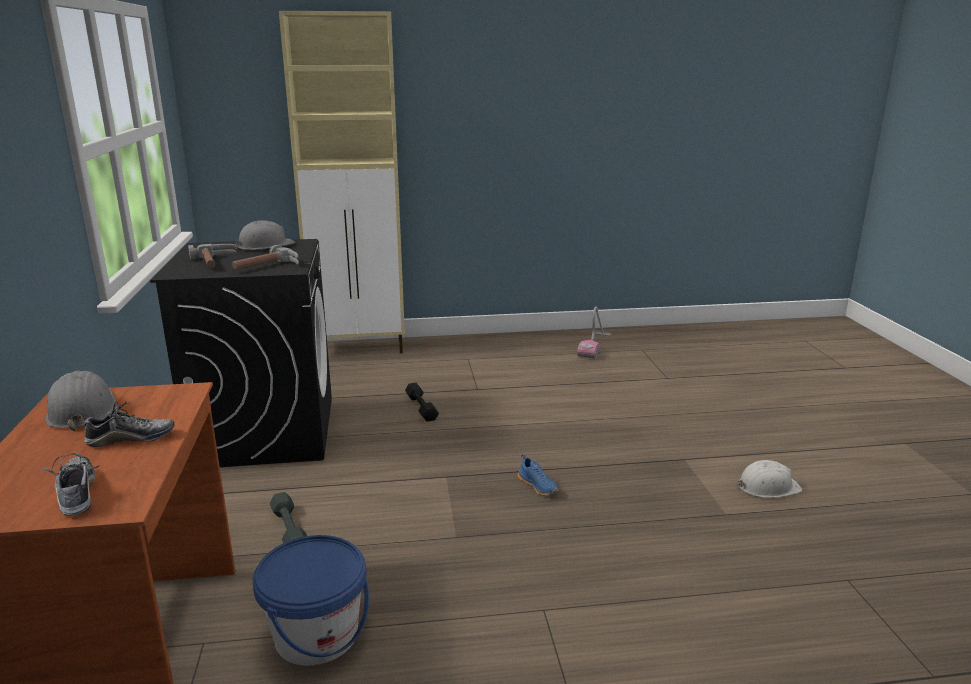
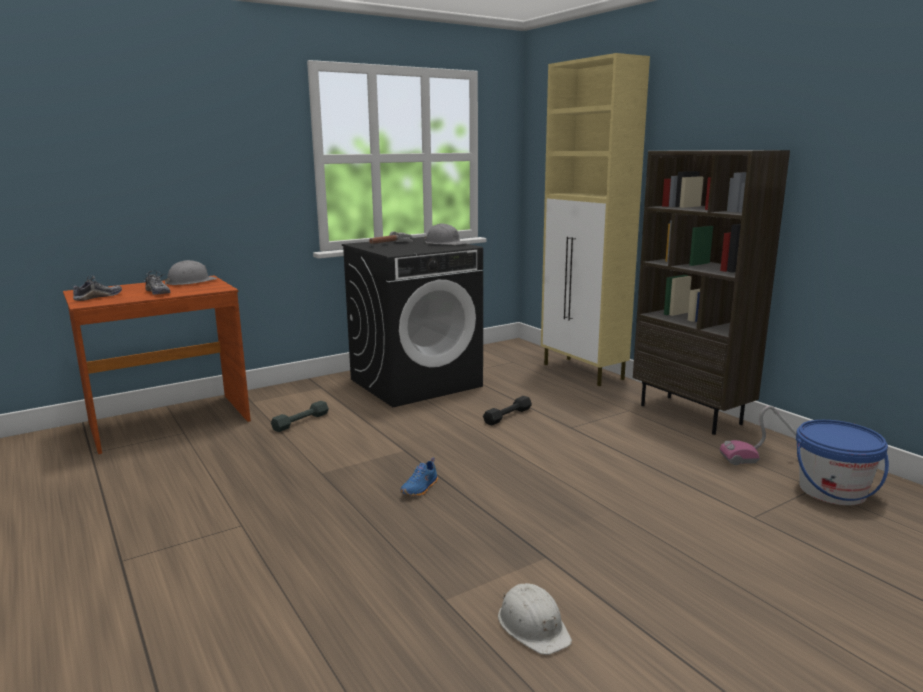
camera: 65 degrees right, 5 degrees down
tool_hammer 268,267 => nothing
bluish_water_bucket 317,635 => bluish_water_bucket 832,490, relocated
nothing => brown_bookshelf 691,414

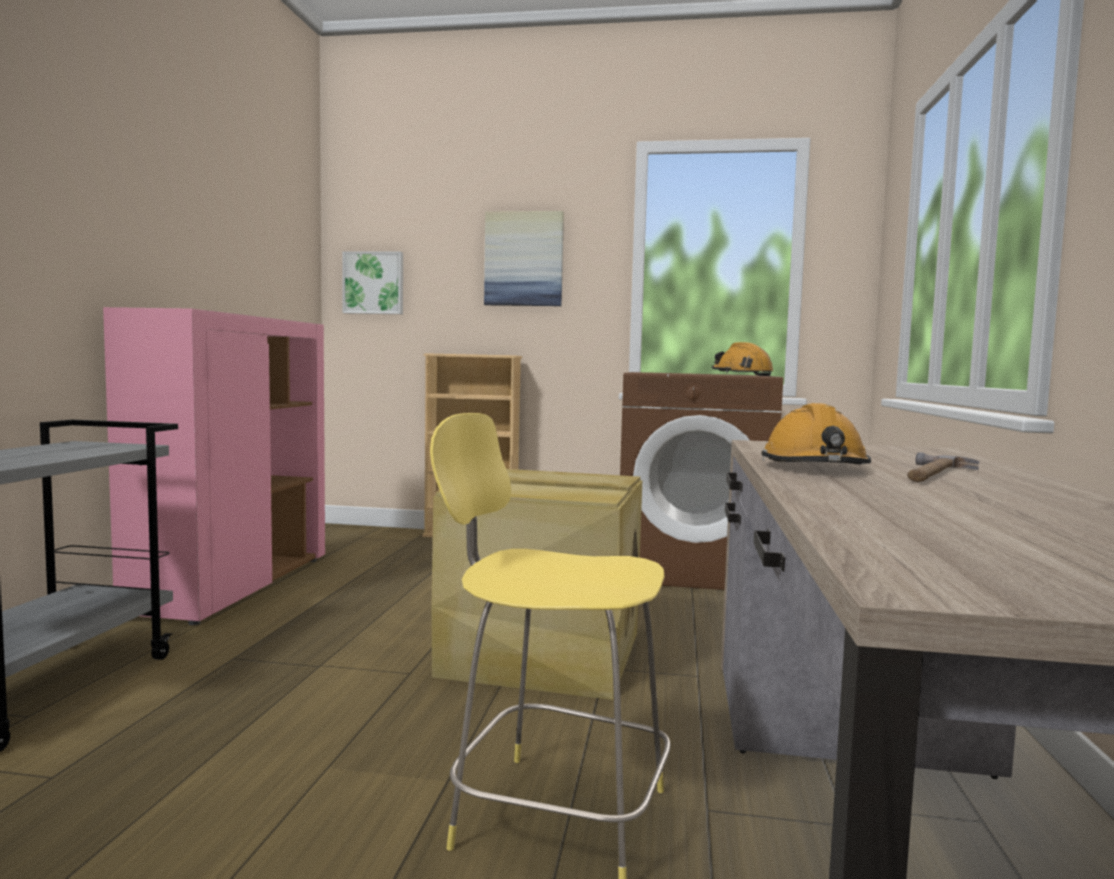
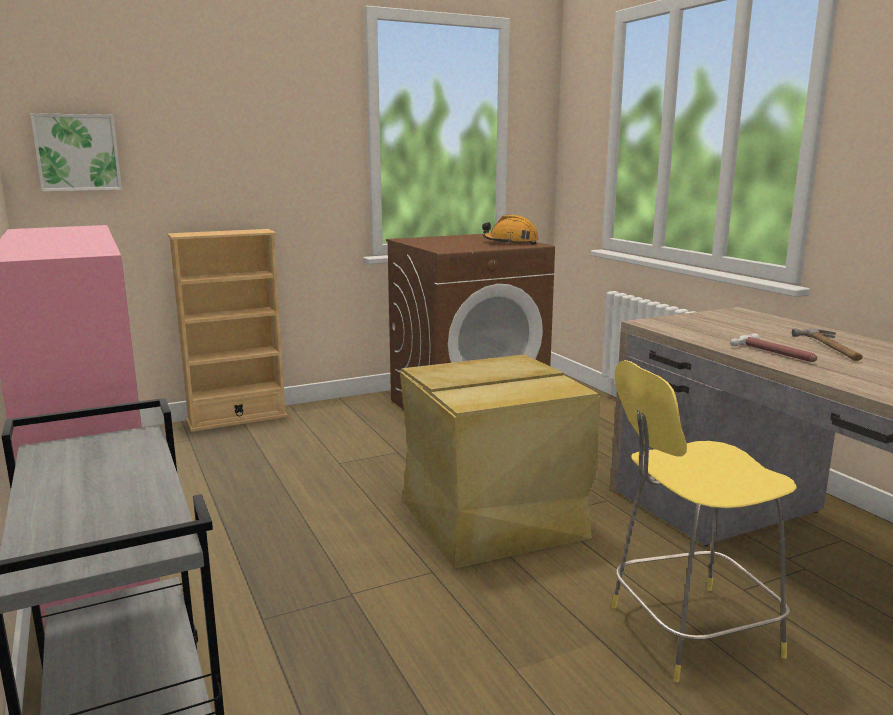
camera: 35 degrees left, 10 degrees up
wall_art 524,259 => nothing
orangey_work_helmet 815,467 => tool_hammer 775,354

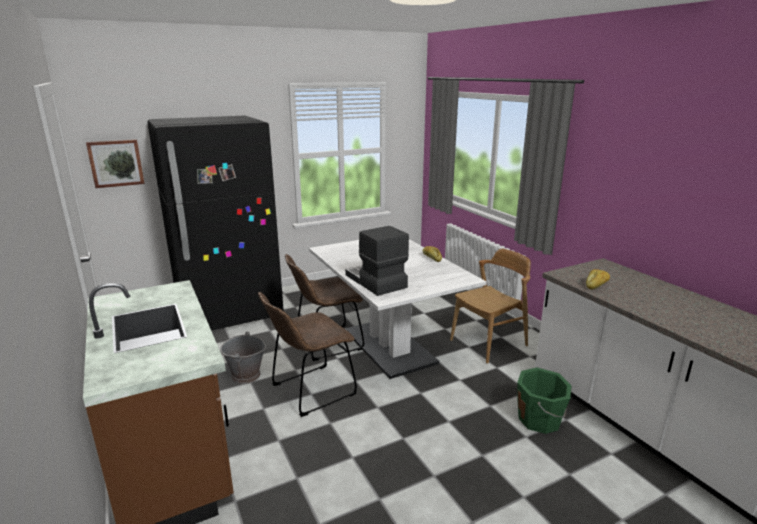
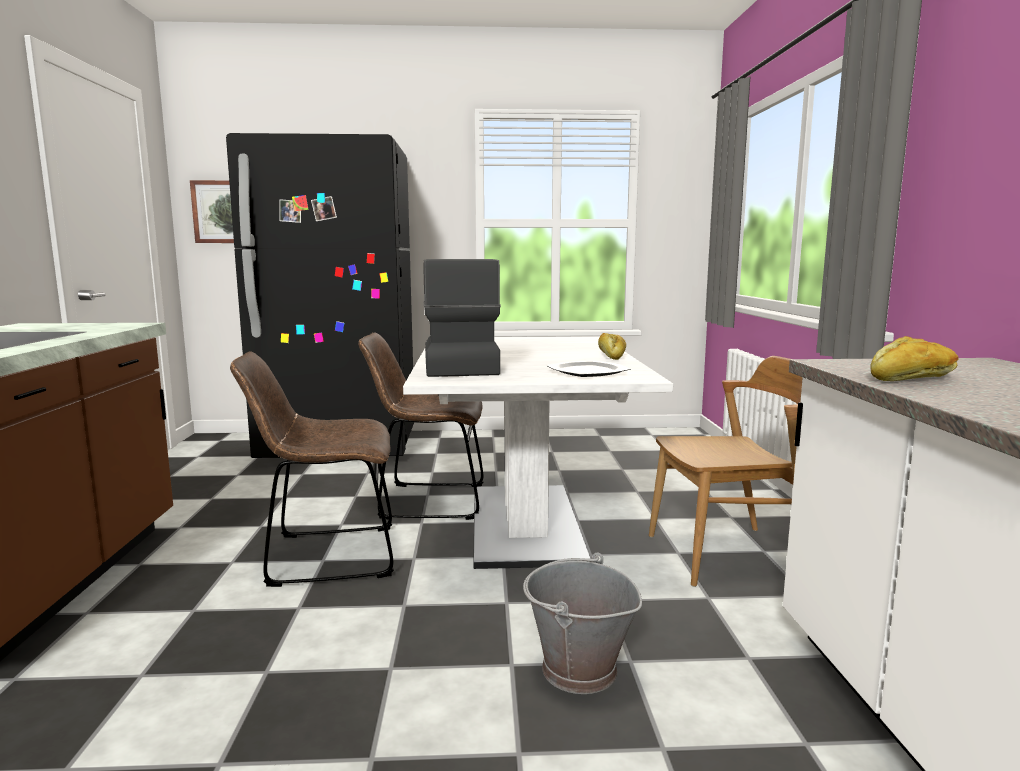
camera: 25 degrees right, 10 degrees down
greyish_water_bucket 245,376 => greyish_water_bucket 578,670, relocated
greenish_water_bucket 540,420 => nothing
nothing => dinner_plate 587,371

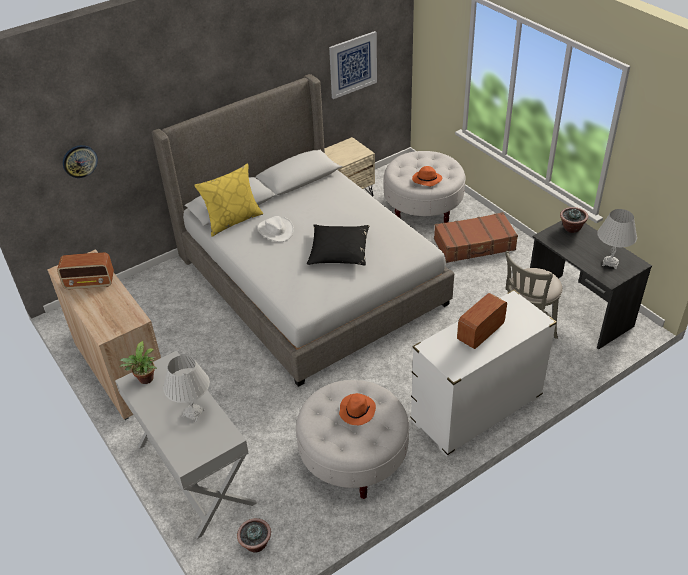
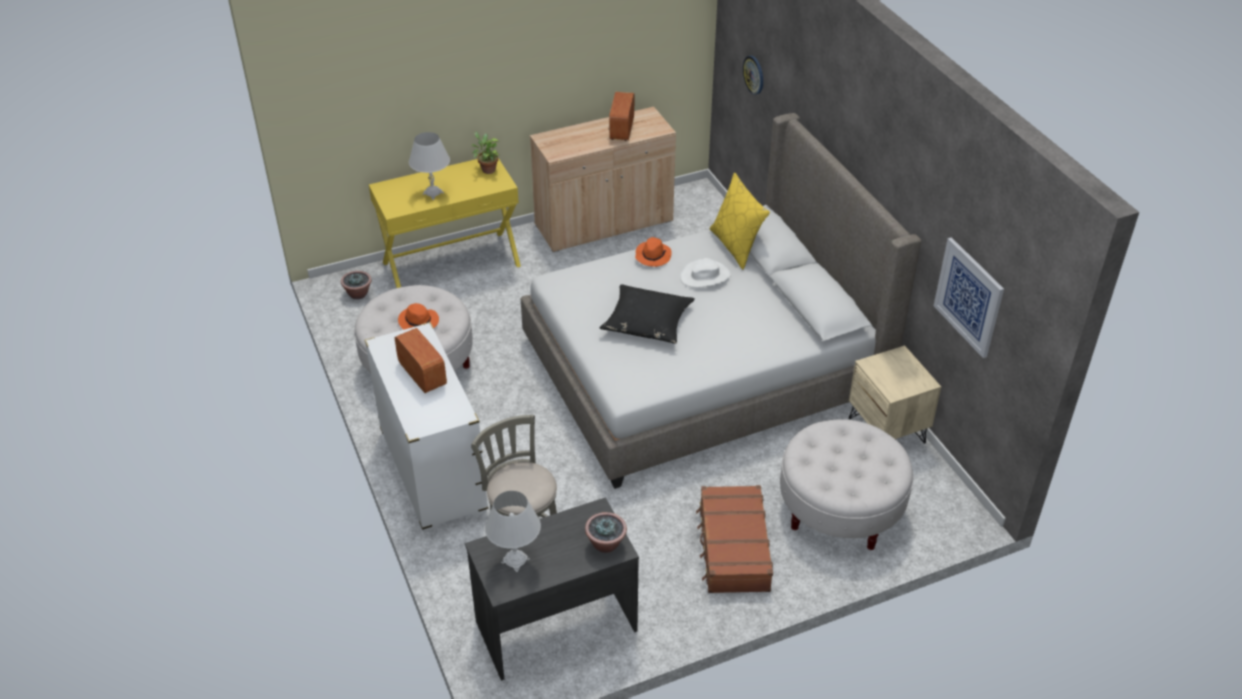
camera: 100 degrees right, 0 degrees up
orangey_clothing_hat 426,180 => orangey_clothing_hat 652,256, relocated
white_hall_table 194,474 => yellow_hall_table 451,264

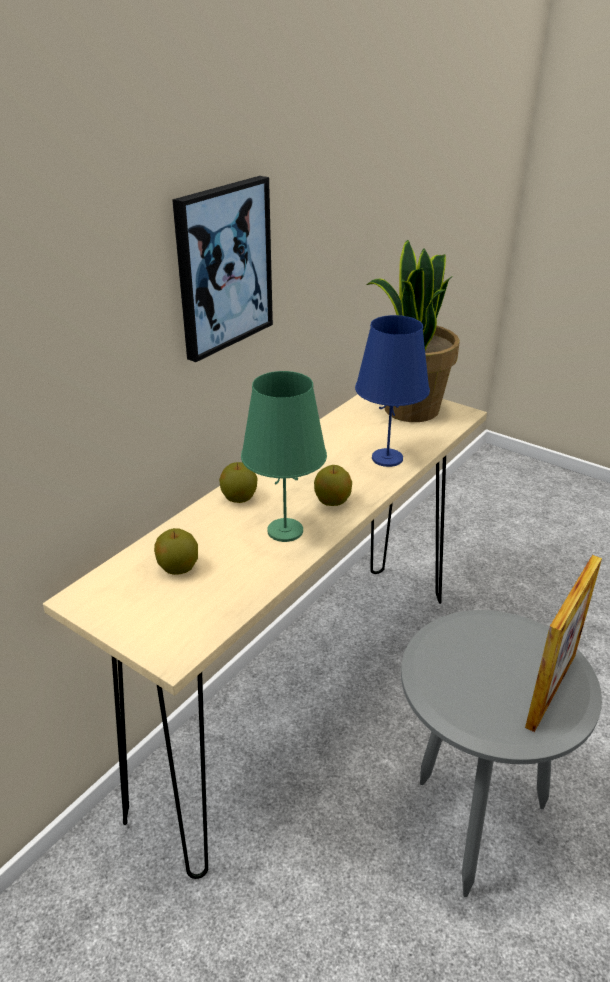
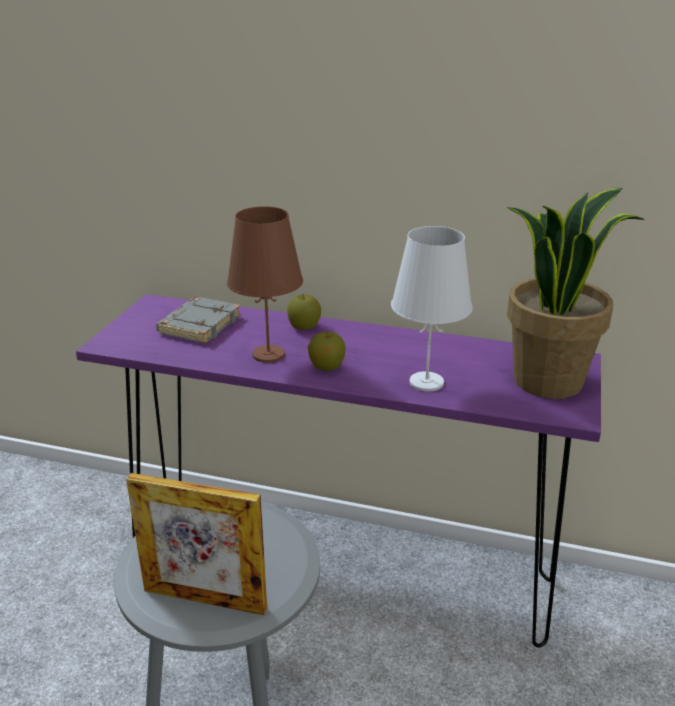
camera: 70 degrees right, 5 degrees down
wall_art 223,267 => nothing
bluish_tabletop_lamp 387,458 => white_tabletop_lamp 427,382
greenish_tabletop_lamp 285,530 => brown_tabletop_lamp 269,354
sand-coloured_hall_table 304,694 => purple_hall_table 337,567
whole_apple 178,568 => greyish_book 199,325

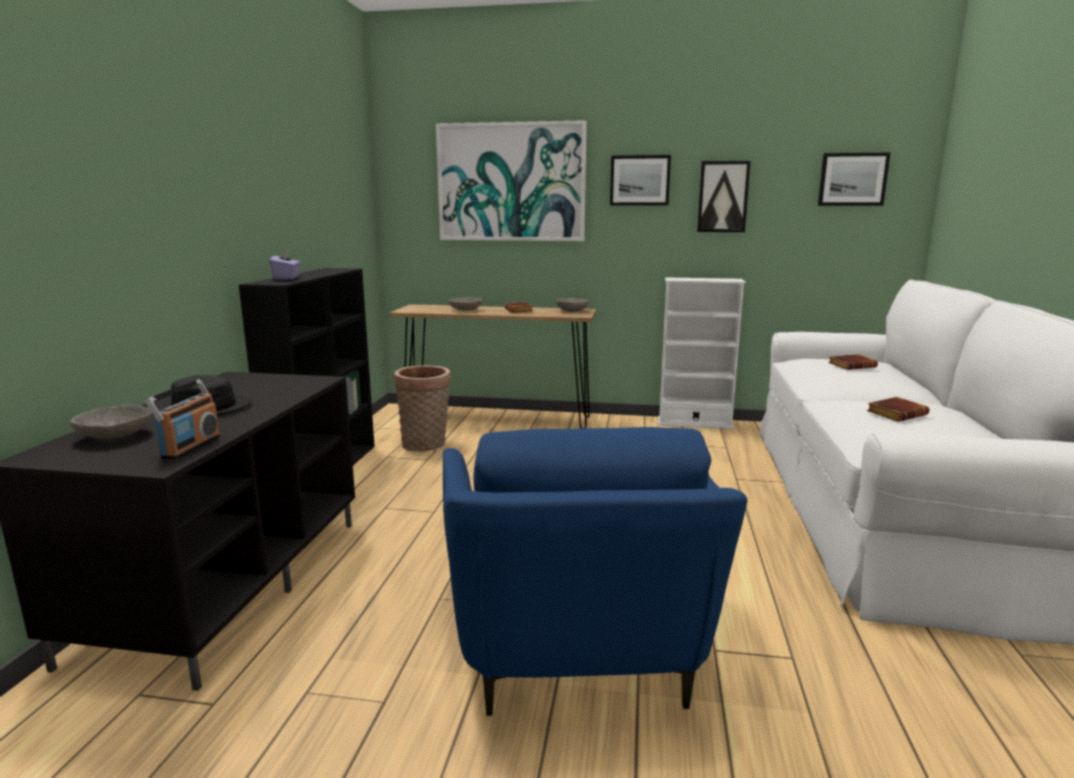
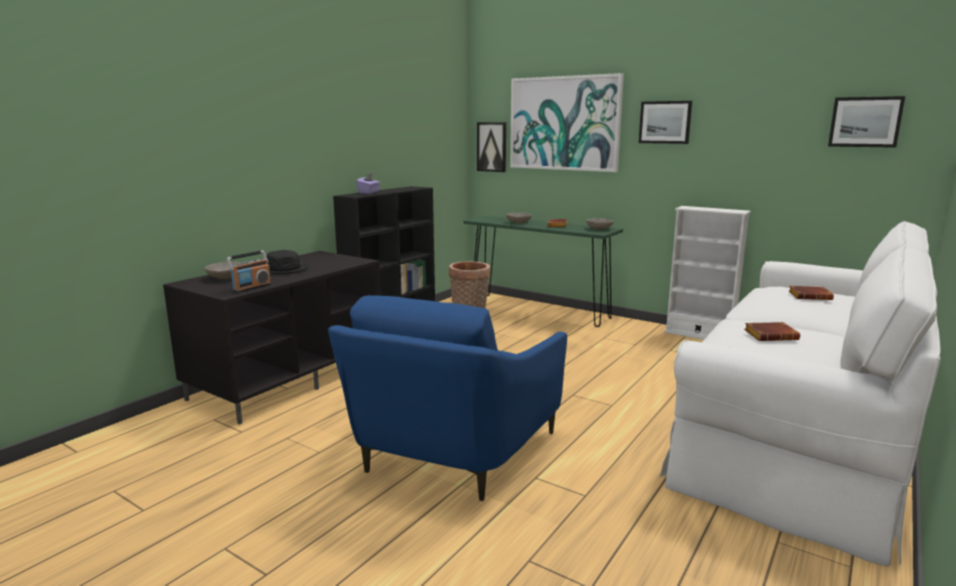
camera: 25 degrees right, 0 degrees up
wall_art 723,197 => wall_art 492,147, relocated
brown_hall_table 496,418 => greenish_hall_table 537,310

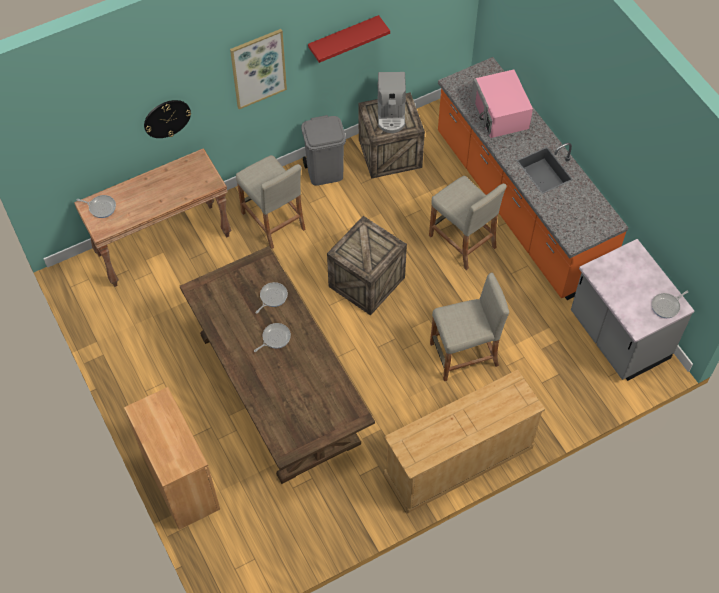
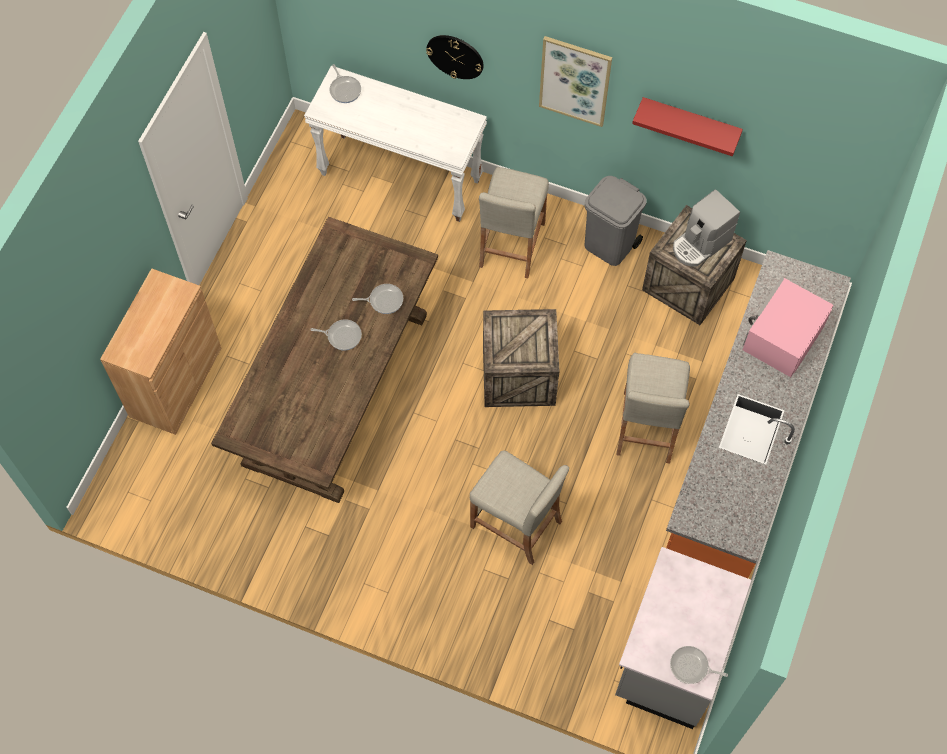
camera: 50 degrees right, 5 degrees up
brown_hall_table 163,244 => white_hall_table 401,177
sand-coloured_dresser 458,461 => nothing

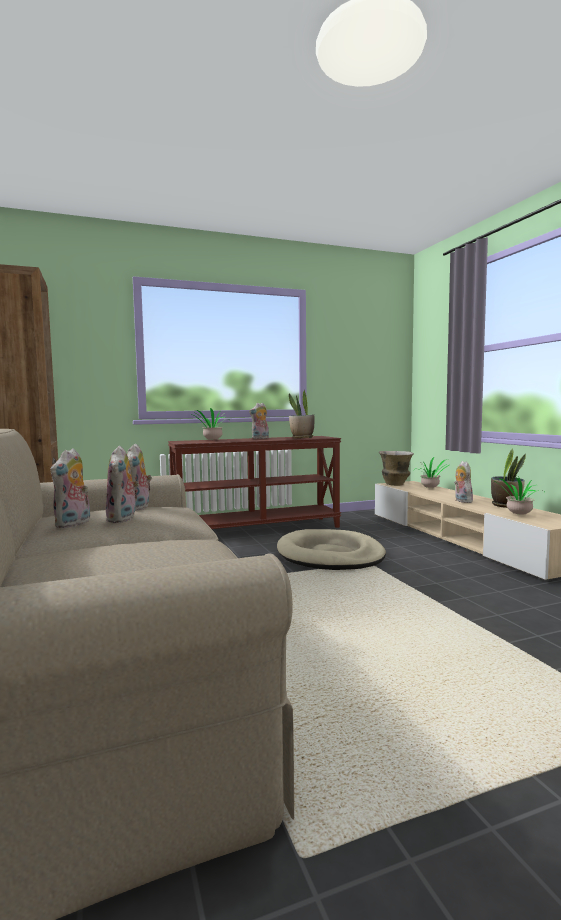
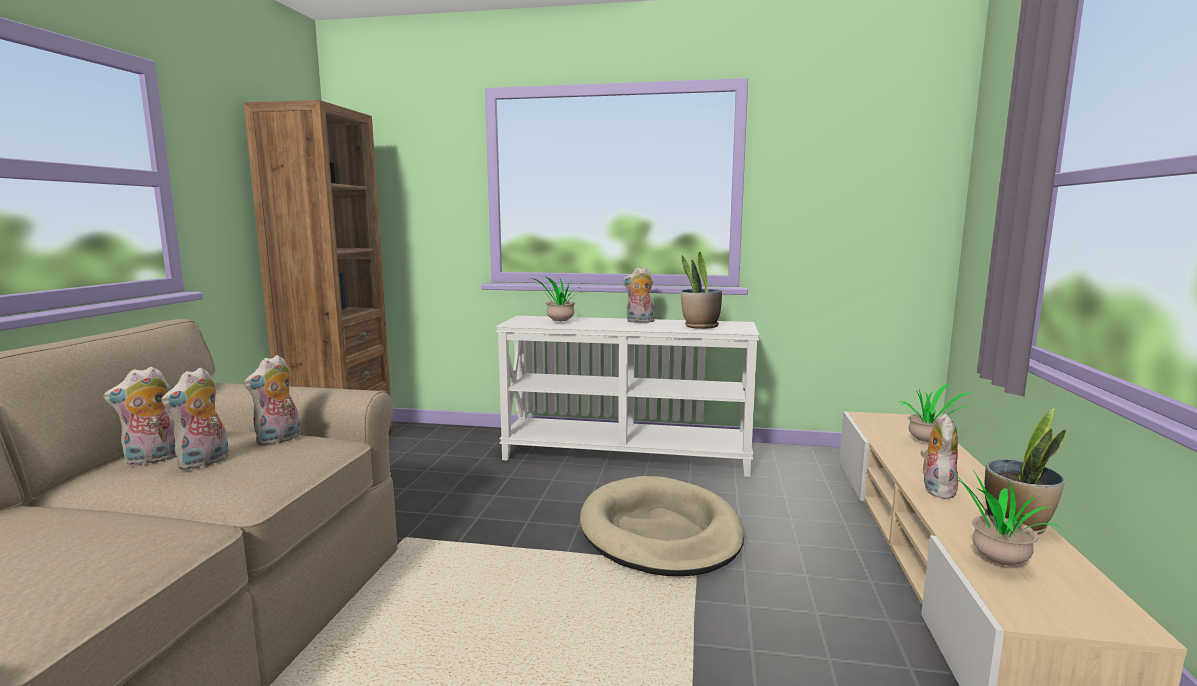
camera: 30 degrees right, 5 degrees up
brown_hall_table 257,530 => white_hall_table 627,455
decorative_vase 395,484 => nothing

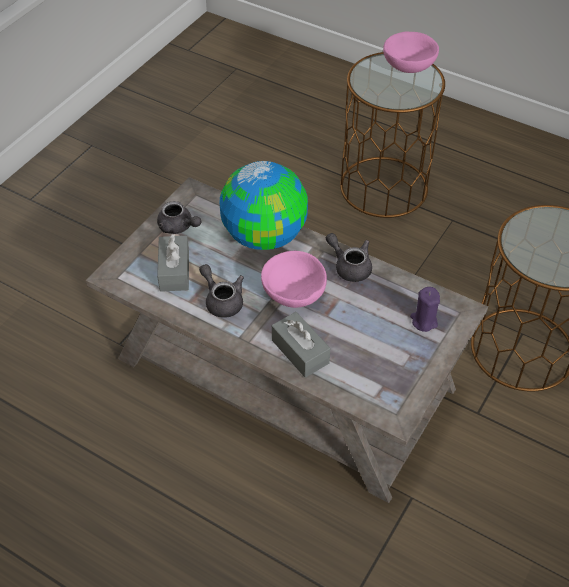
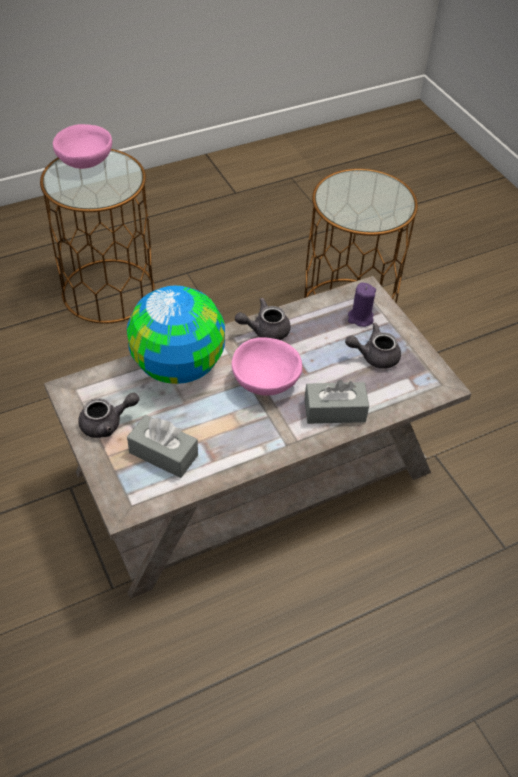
camera: 60 degrees left, 0 degrees up
greyish_teapot 222,300 => greyish_teapot 374,356, relocated

